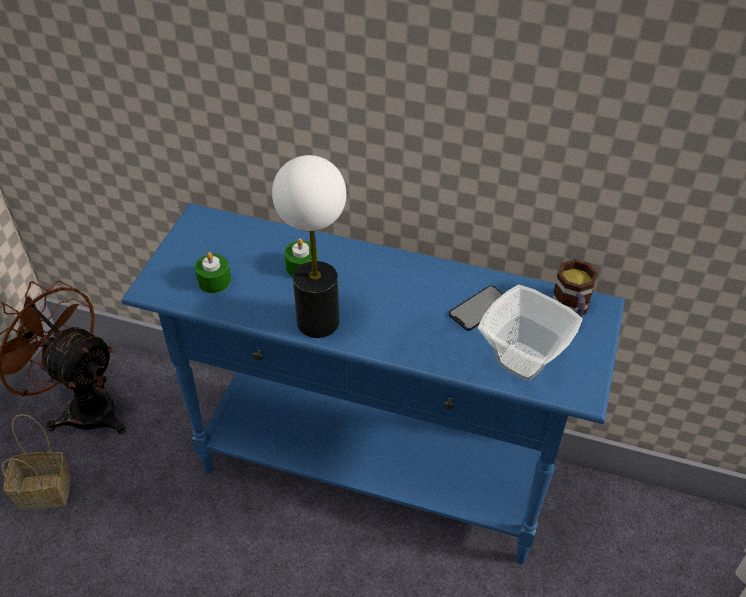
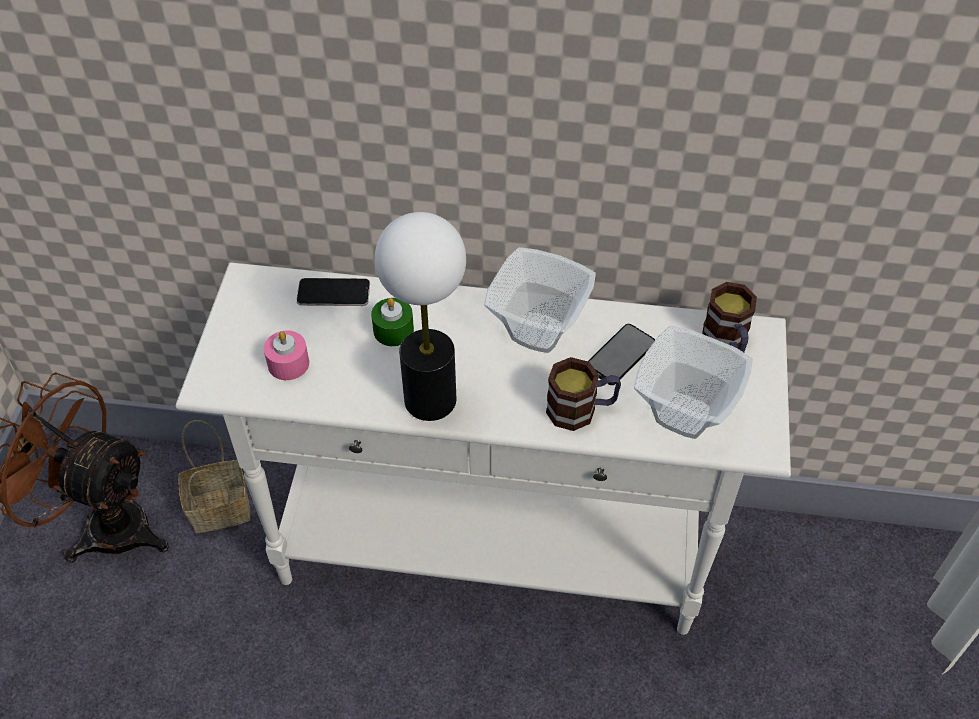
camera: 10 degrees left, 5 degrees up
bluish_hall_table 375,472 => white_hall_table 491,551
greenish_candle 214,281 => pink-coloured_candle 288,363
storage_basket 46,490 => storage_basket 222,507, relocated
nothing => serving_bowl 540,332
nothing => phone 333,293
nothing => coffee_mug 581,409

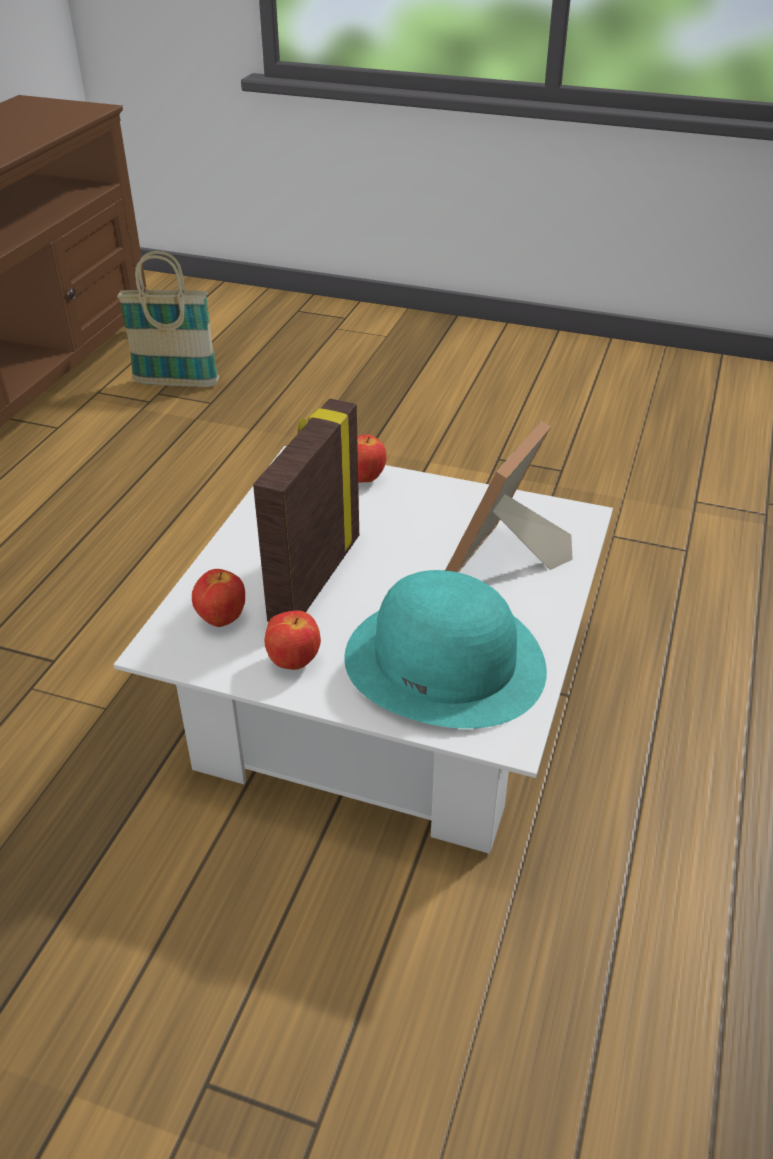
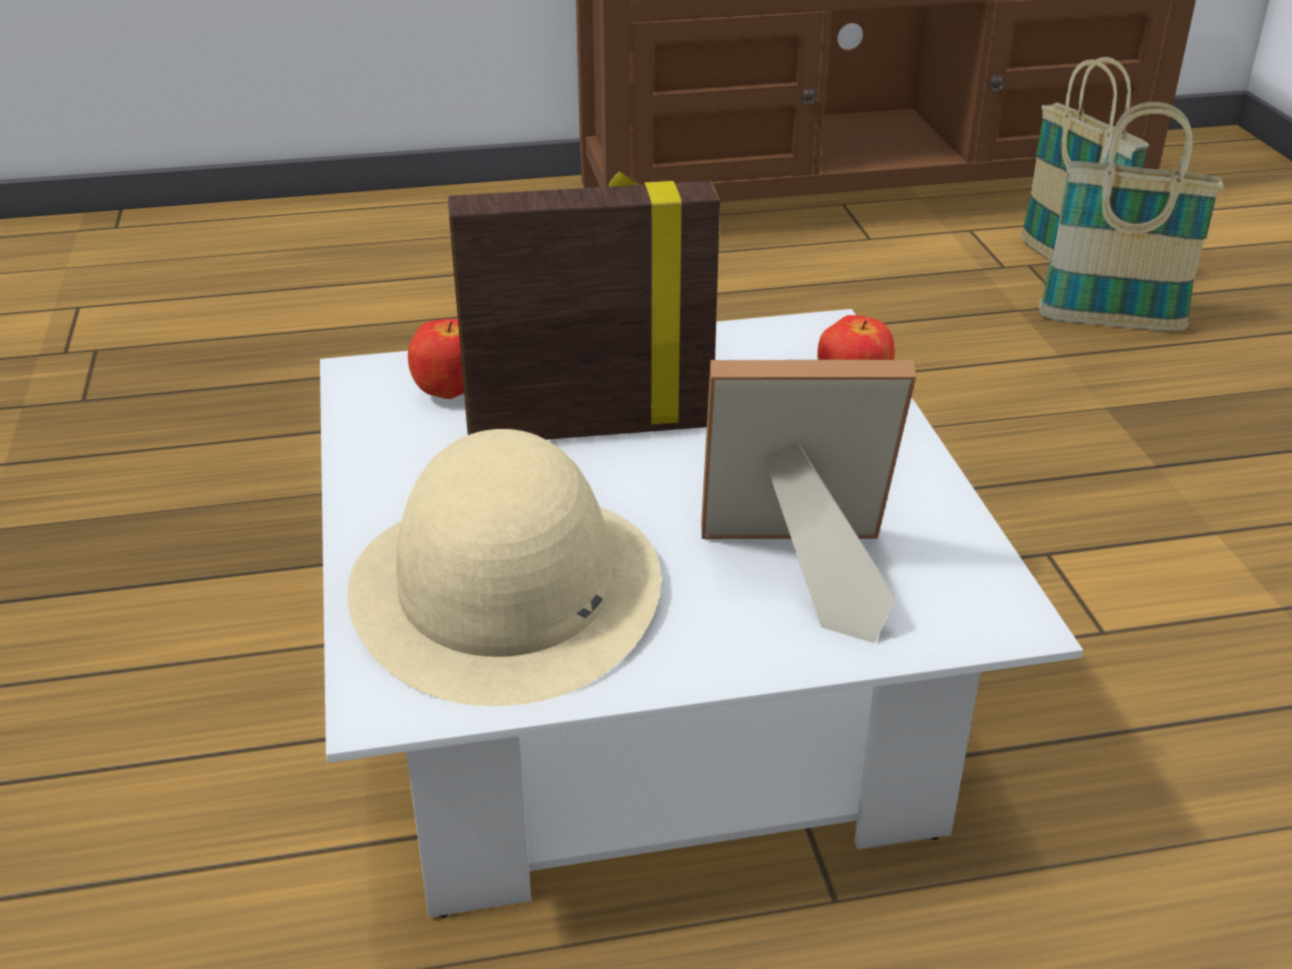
camera: 60 degrees right, 5 degrees down
turquoise-coloured_clothing_hat 445,661 => sand-coloured_clothing_hat 507,590
whole_apple 294,662 => nothing
nothing => storage_basket 1111,322

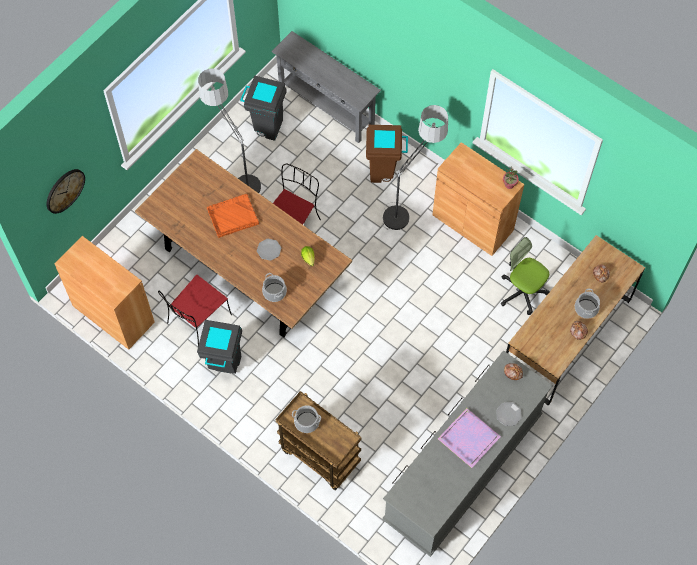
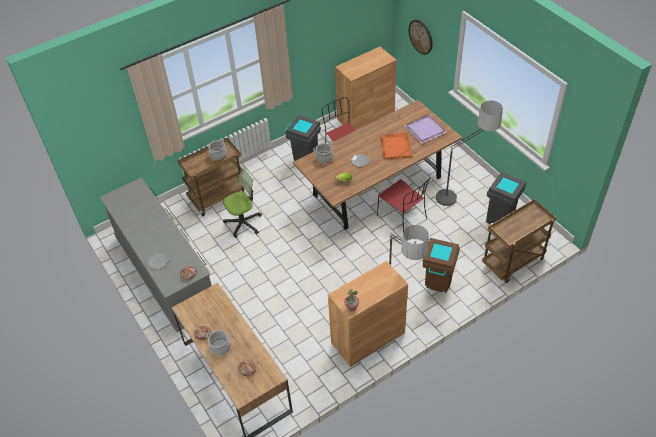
camera: 110 degrees right, 15 degrees down
greyish_hall_table 326,107 => brown_cart 513,262
desk_chair 522,291 => desk_chair 243,223, relocated
purple_serving_tray 468,437 => purple_serving_tray 426,130, relocated

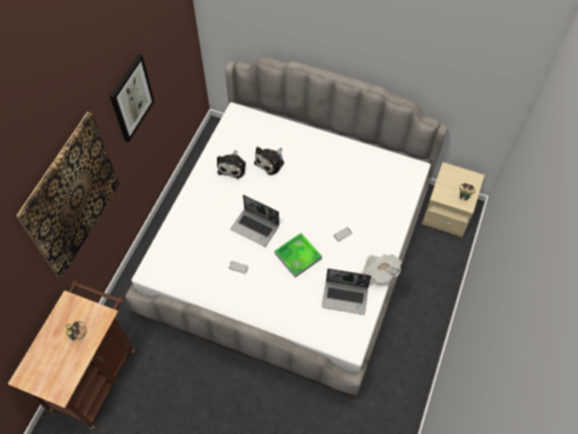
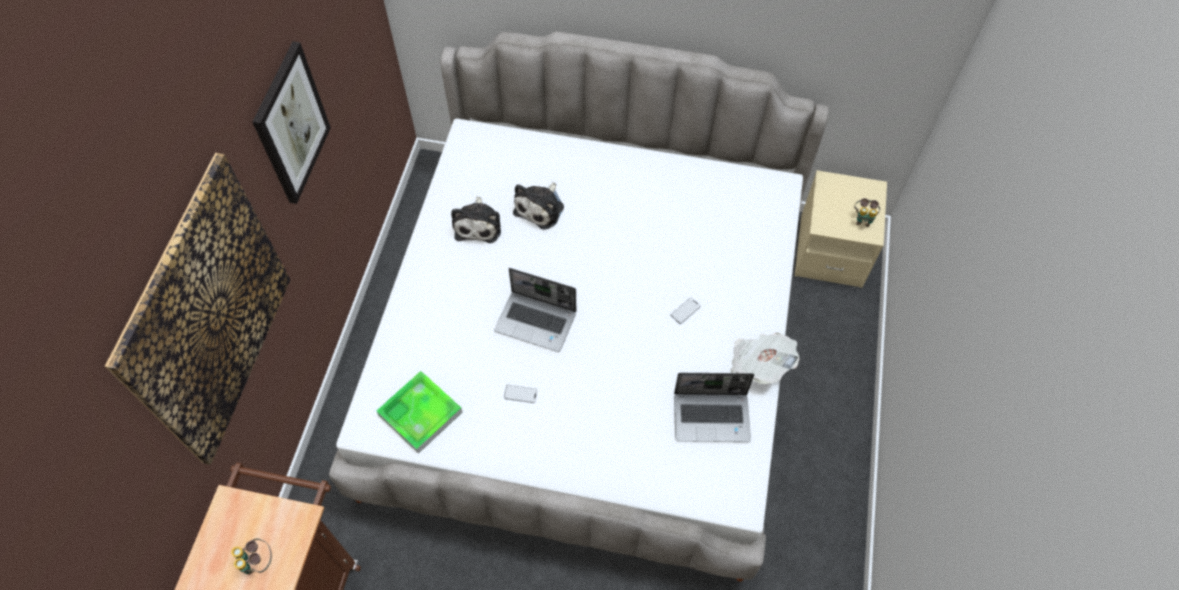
camera: 10 degrees left, 0 degrees up
serving_tray 298,256 => serving_tray 420,413, relocated

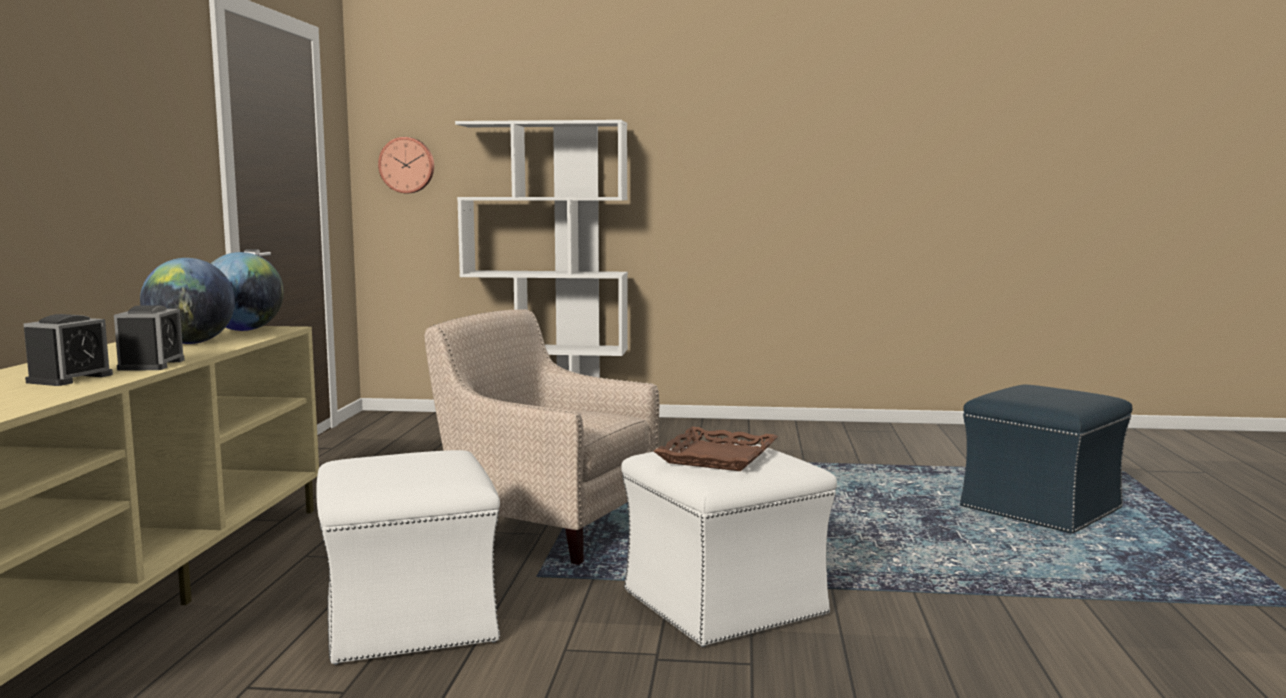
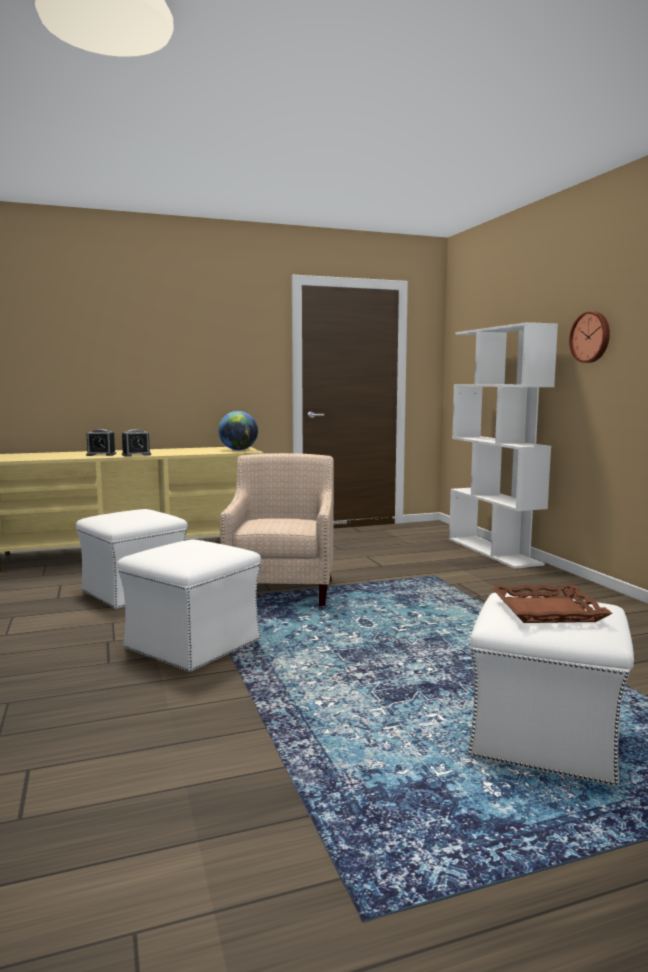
camera: 65 degrees right, 0 degrees up
clock_on_the_wall 407,165 => clock_on_the_wall 591,337, relocated
globe 191,343 => nothing
bluish_ottoman 1041,508 => white_ottoman 546,738
brown_serving_tray 716,457 => brown_serving_tray 547,610, relocated

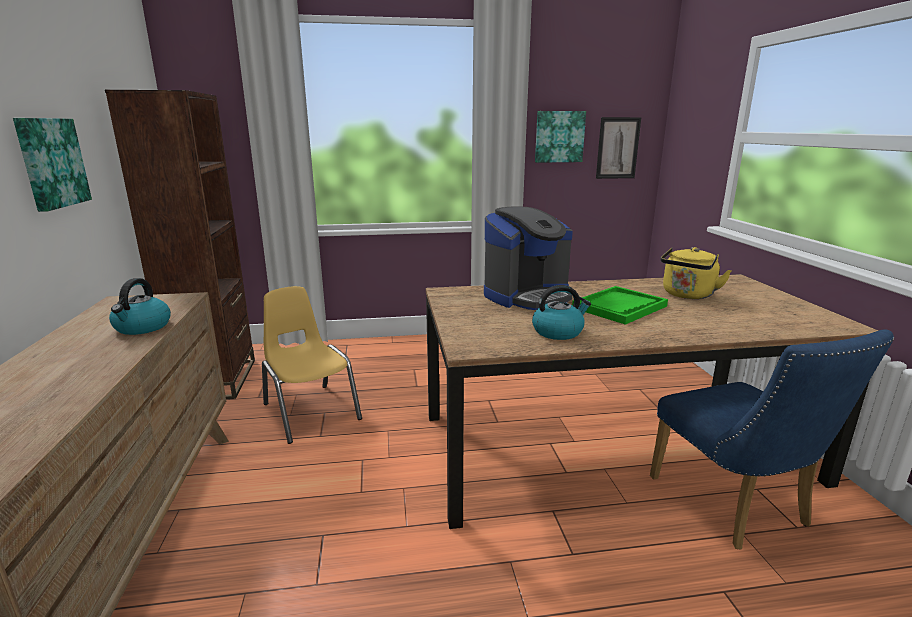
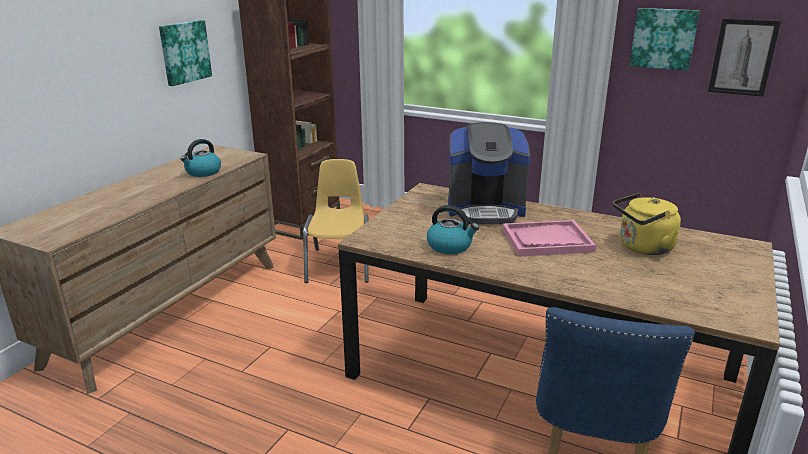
camera: 35 degrees right, 5 degrees up
greenish_serving_tray 619,307 => pink-coloured_serving_tray 546,241

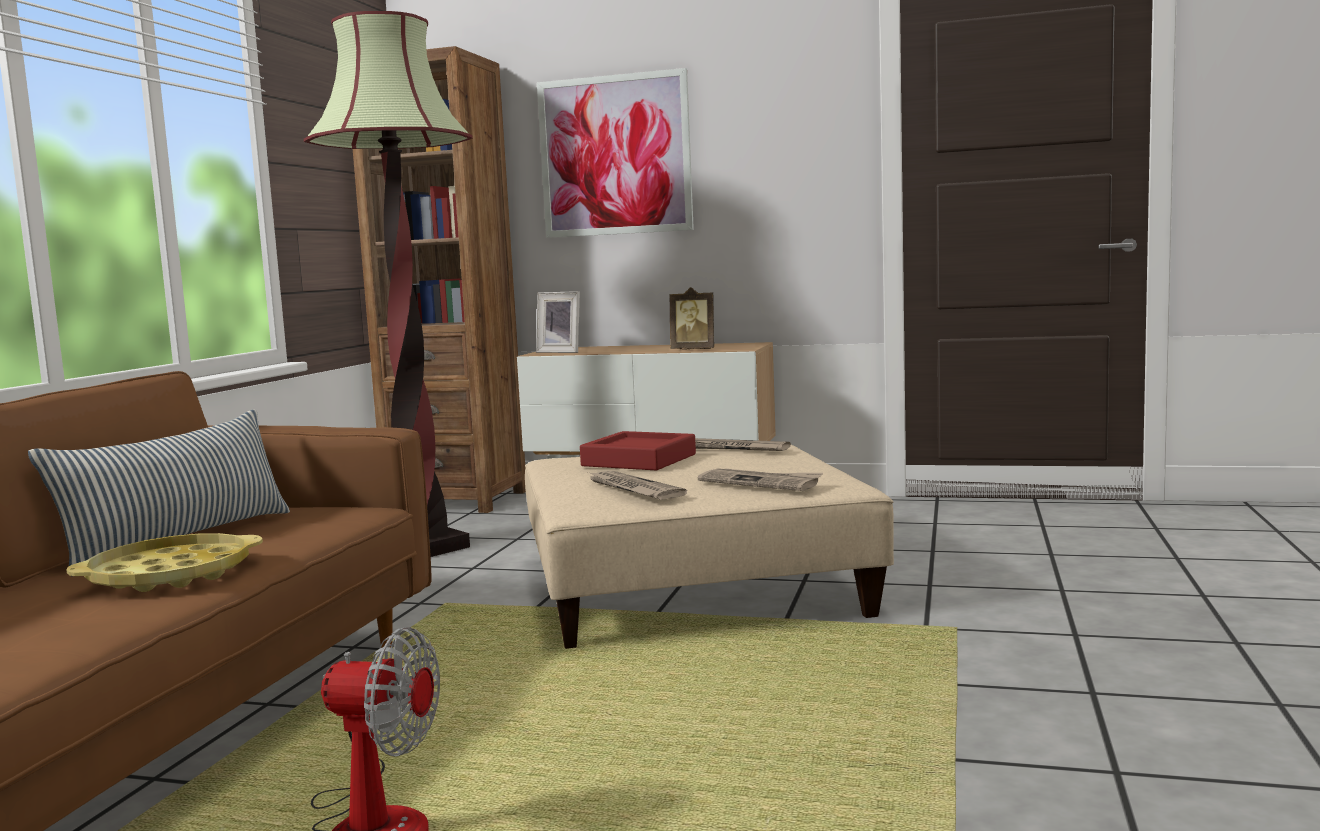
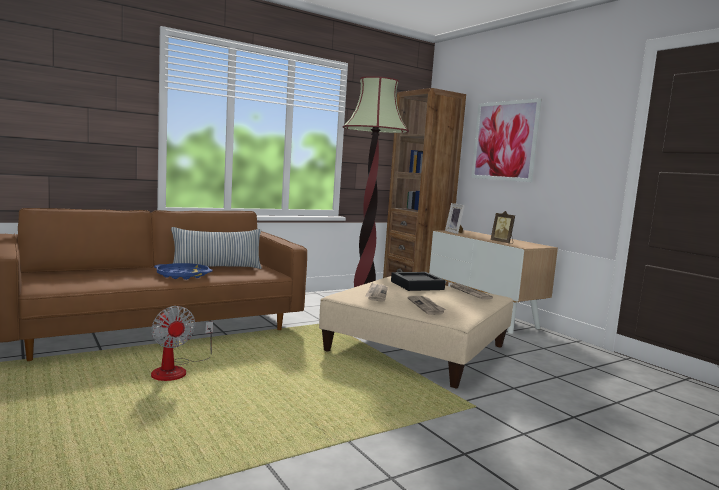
camera: 40 degrees right, 0 degrees up
red_serving_tray 639,460 => blackish_serving_tray 417,285
yellow_serving_tray 170,575 => bluish_serving_tray 183,275

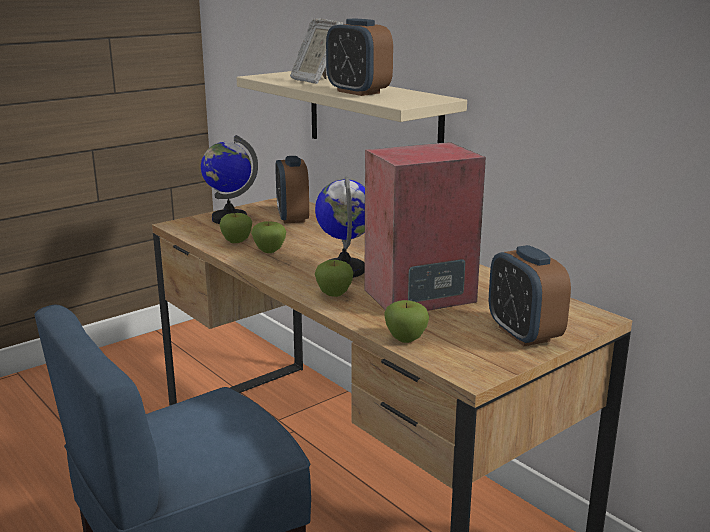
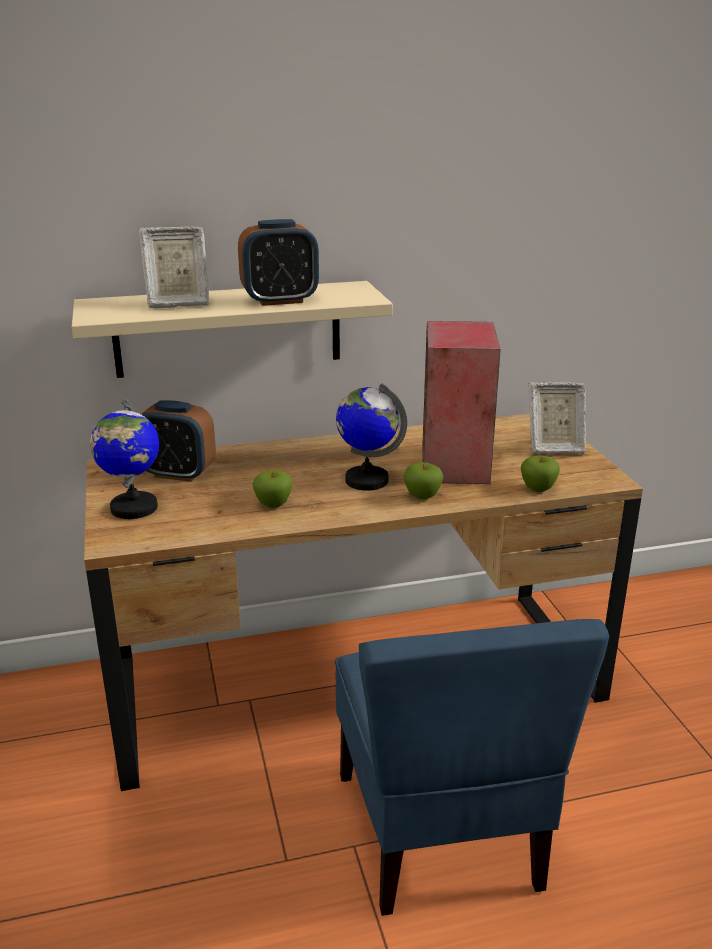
camera: 65 degrees left, 5 degrees up
whole_apple 236,241 => nothing
bedside_clock 523,334 => standing_frame 553,448

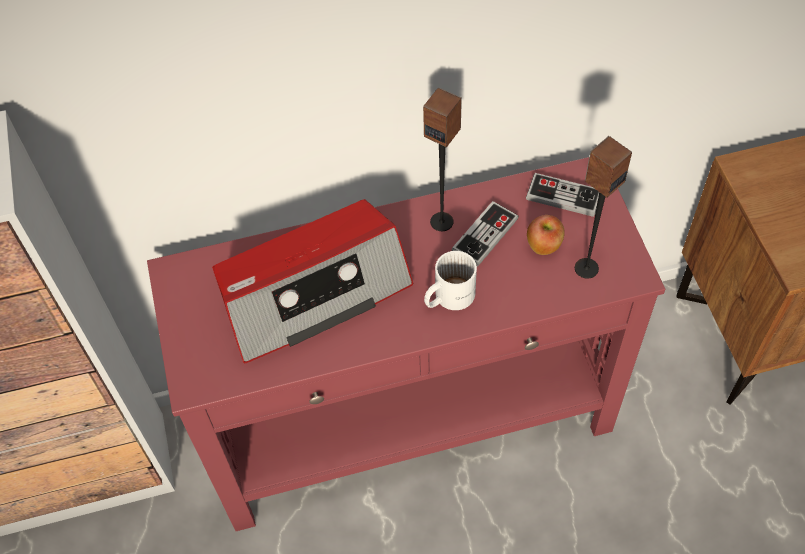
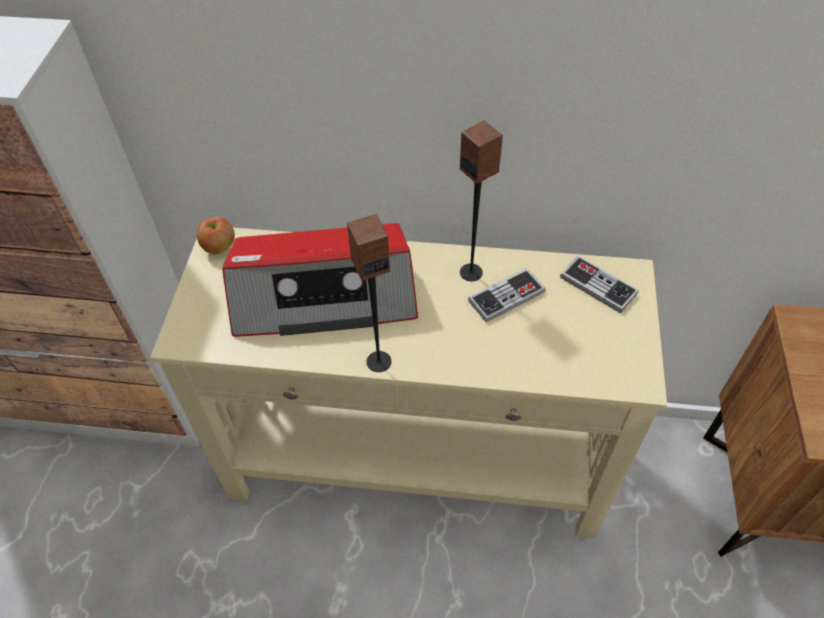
camera: 20 degrees right, 5 degrees down
speaker 586,268 => speaker 378,361, relocated
red_hall_table 412,420 => sand-coloured_hall_table 417,461
whole_apple 544,246 => whole_apple 220,248, relocated
white_coffee_mug 447,296 => nothing

